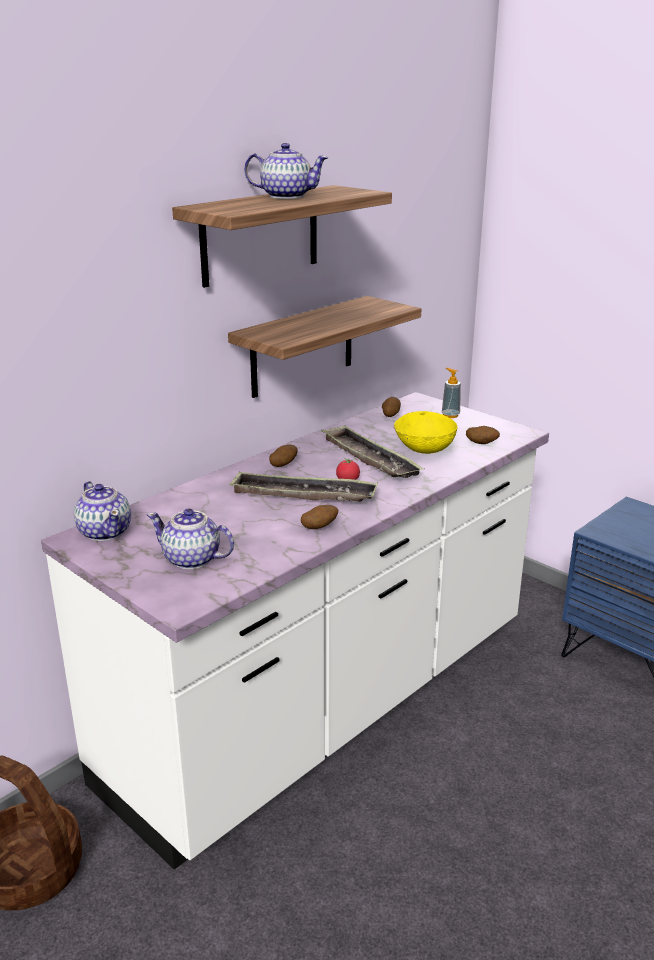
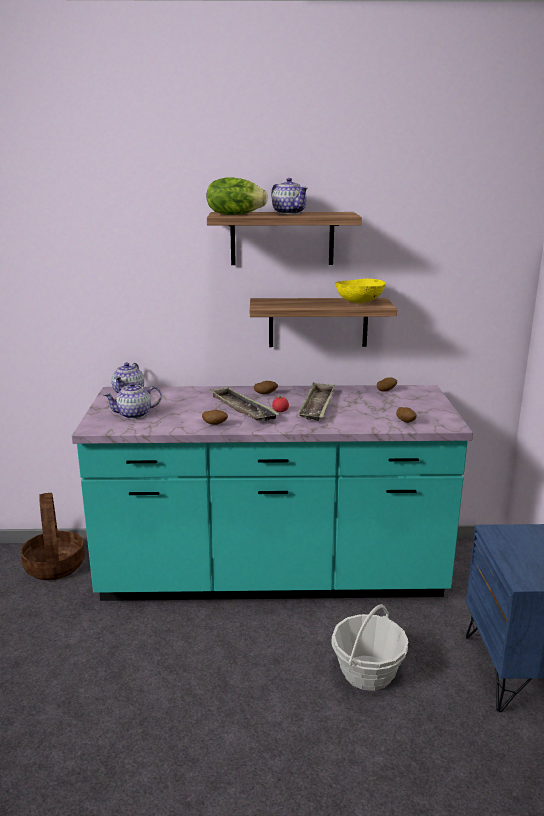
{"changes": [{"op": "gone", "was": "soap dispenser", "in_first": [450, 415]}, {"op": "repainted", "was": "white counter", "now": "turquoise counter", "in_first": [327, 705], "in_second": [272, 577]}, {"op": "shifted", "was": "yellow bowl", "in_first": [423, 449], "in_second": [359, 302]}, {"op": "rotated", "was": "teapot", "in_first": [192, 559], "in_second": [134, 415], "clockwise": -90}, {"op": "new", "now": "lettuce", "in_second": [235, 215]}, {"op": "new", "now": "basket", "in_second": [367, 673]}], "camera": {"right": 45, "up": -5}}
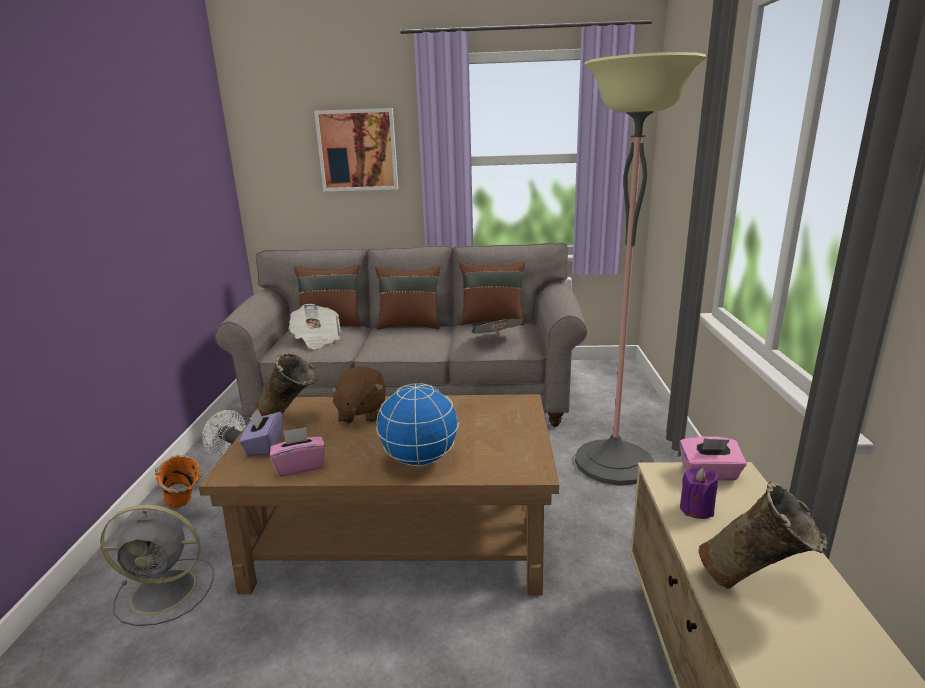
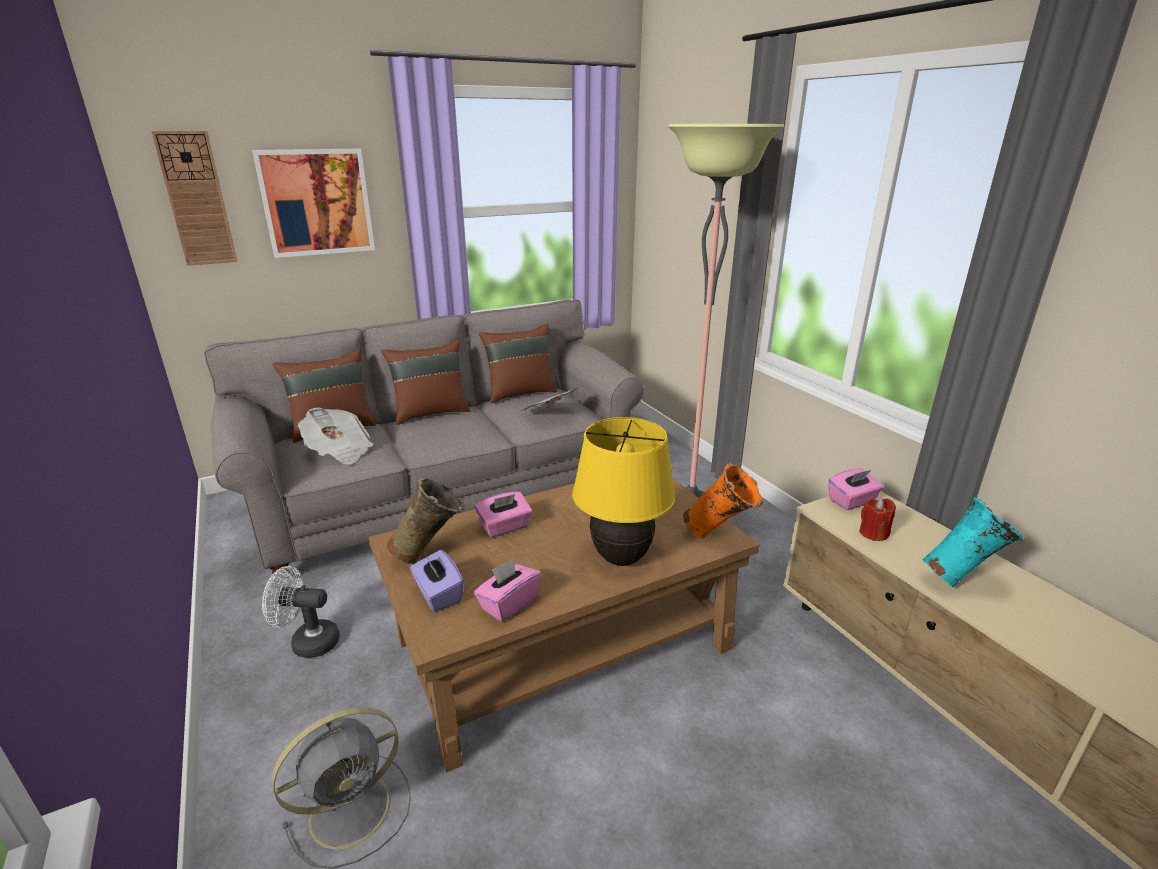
{"changes": [{"op": "swapped", "was": "brown plush toy", "now": "pink tissue box", "in_first": [361, 413], "in_second": [504, 527]}, {"op": "swapped", "was": "globe", "now": "yellow table lamp", "in_first": [420, 460], "in_second": [621, 558]}, {"op": "shifted", "was": "orange vase", "in_first": [185, 511], "in_second": [720, 537]}, {"op": "repainted", "was": "purple candle", "now": "red candle", "in_first": [696, 509], "in_second": [873, 533]}, {"op": "repainted", "was": "beige vase", "now": "turquoise vase", "in_first": [754, 586], "in_second": [961, 579]}, {"op": "new", "now": "wall clock", "in_second": [196, 199]}], "camera": {"right": -30, "up": 5}}
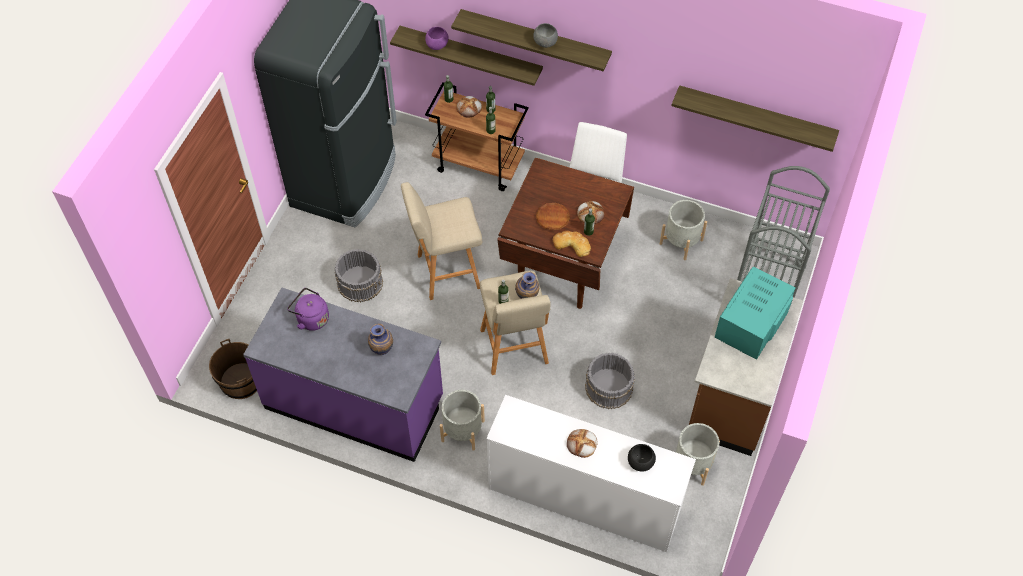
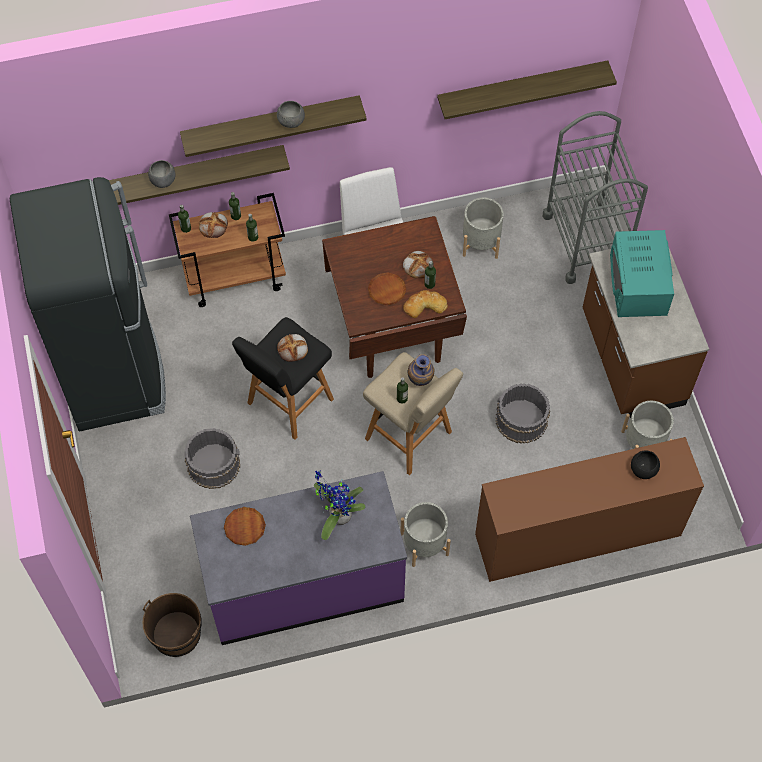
{"changes": [{"op": "repainted", "was": "purple bowl", "now": "grey bowl", "in_first": [437, 45], "in_second": [163, 180]}, {"op": "repainted", "was": "beige stool", "now": "black stool", "in_first": [446, 272], "in_second": [288, 403]}, {"op": "swapped", "was": "purple kettle", "now": "brown plate", "in_first": [311, 318], "in_second": [244, 527]}, {"op": "swapped", "was": "vase", "now": "potted plant", "in_first": [382, 350], "in_second": [337, 515]}, {"op": "repainted", "was": "white dresser", "now": "brown dresser", "in_first": [583, 498], "in_second": [577, 535]}, {"op": "shifted", "was": "bread", "in_first": [582, 444], "in_second": [293, 349]}], "camera": {"right": -35, "up": 5}}
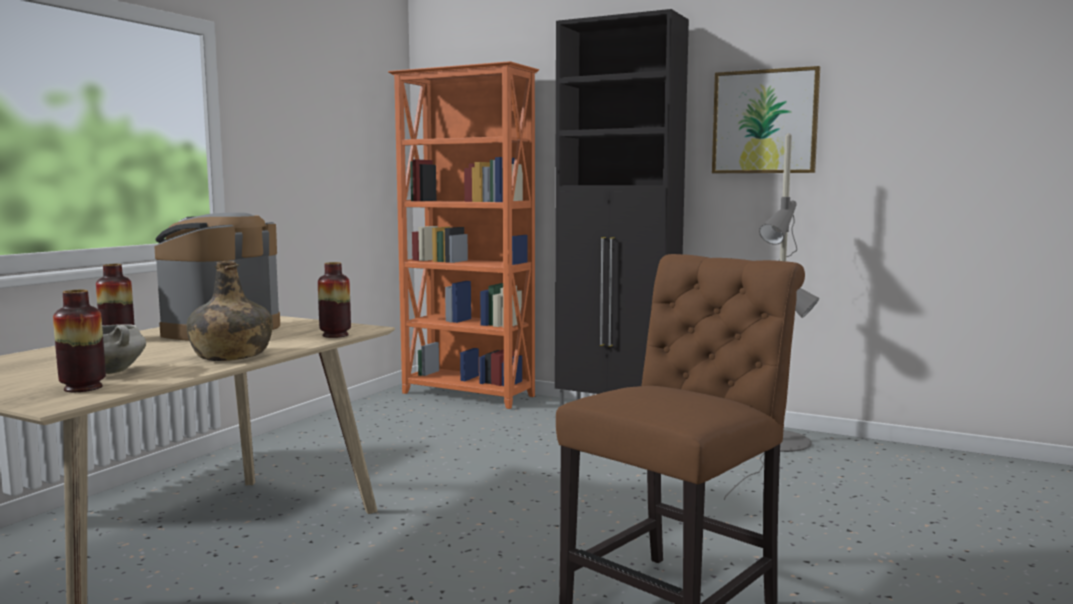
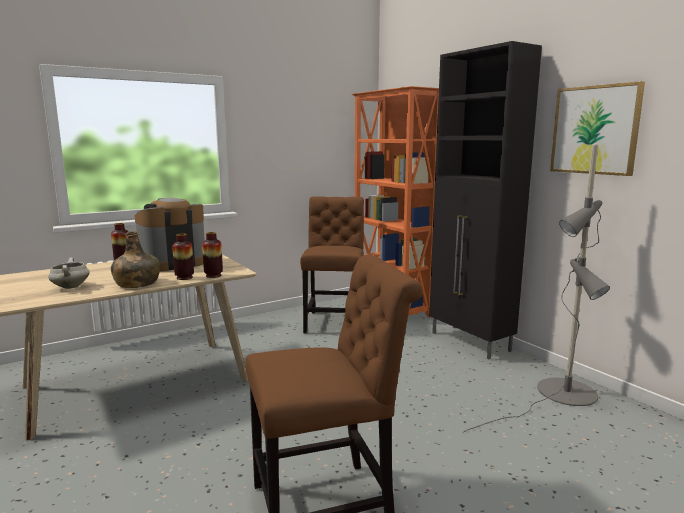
{"changes": [{"op": "shifted", "was": "vase", "in_first": [83, 388], "in_second": [184, 278]}, {"op": "new", "now": "brown chair", "in_second": [334, 321]}], "camera": {"right": 30, "up": 5}}
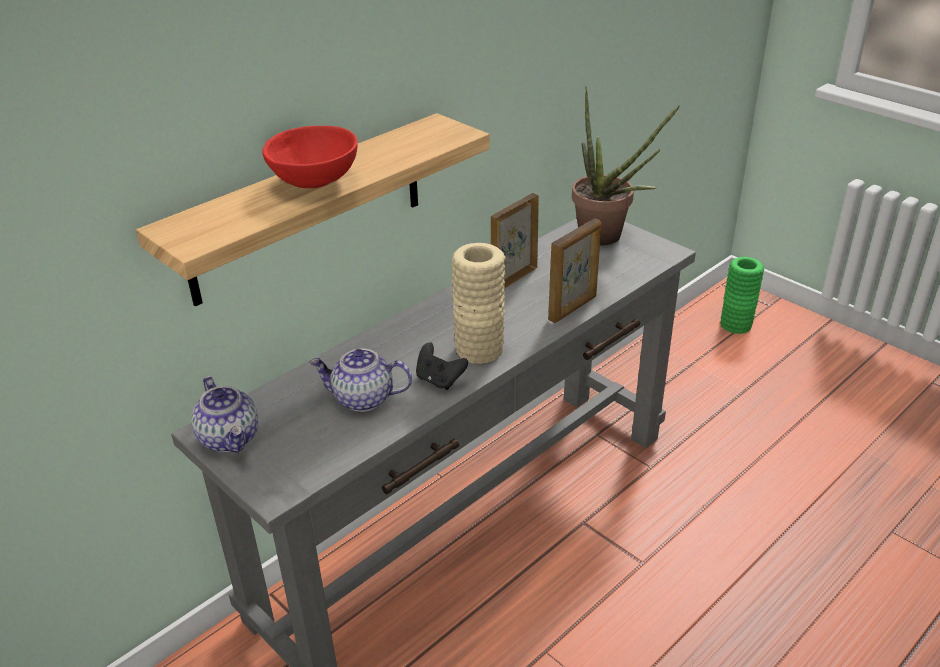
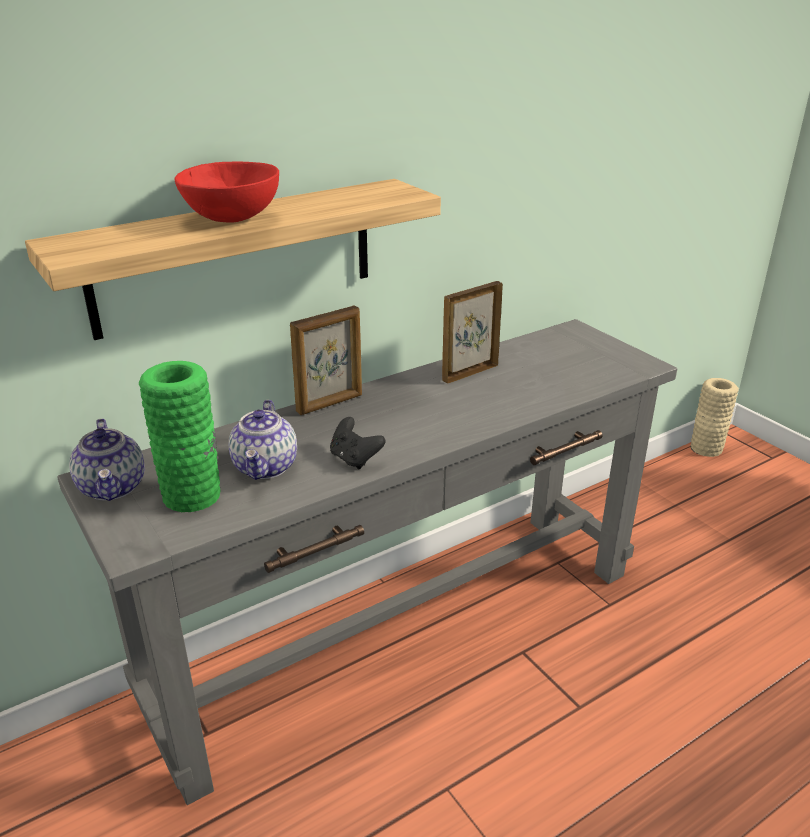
{"changes": [{"op": "gone", "was": "potted plant", "in_first": [607, 238]}, {"op": "shifted", "was": "picture frame", "in_first": [573, 308], "in_second": [330, 404]}, {"op": "shifted", "was": "beige vase", "in_first": [479, 349], "in_second": [706, 448]}, {"op": "shifted", "was": "green vase", "in_first": [736, 325], "in_second": [192, 495]}, {"op": "rotated", "was": "teapot", "in_first": [363, 399], "in_second": [266, 467], "clockwise": -105}], "camera": {"right": 10, "up": -5}}
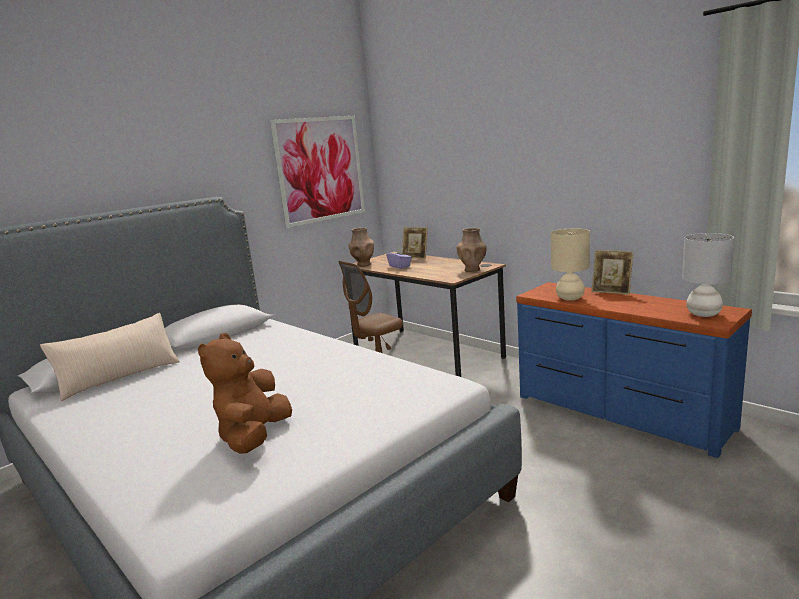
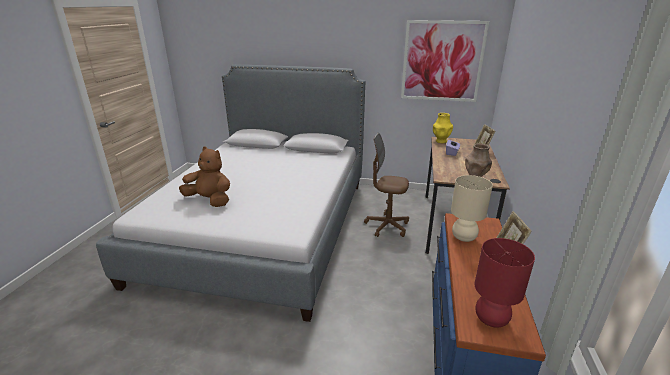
{"changes": [{"op": "repainted", "was": "brown vase", "now": "yellow vase", "in_first": [363, 265], "in_second": [441, 141]}, {"op": "repainted", "was": "grey table lamp", "now": "red table lamp", "in_first": [704, 314], "in_second": [491, 319]}, {"op": "gone", "was": "beige pillow", "in_first": [119, 377]}, {"op": "rotated", "was": "brown plush toy", "in_first": [254, 437], "in_second": [210, 200], "clockwise": 45}], "camera": {"right": 55, "up": 10}}
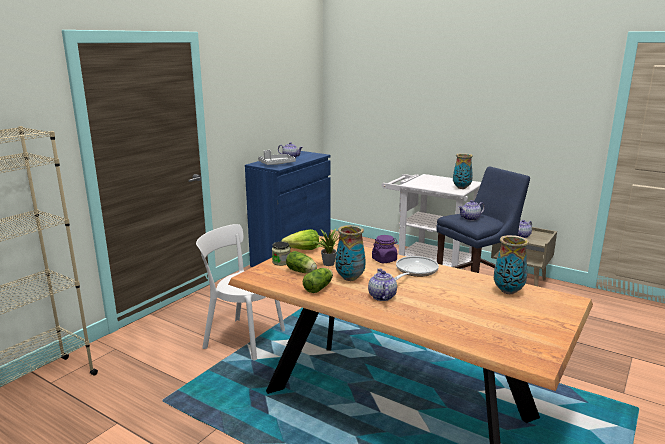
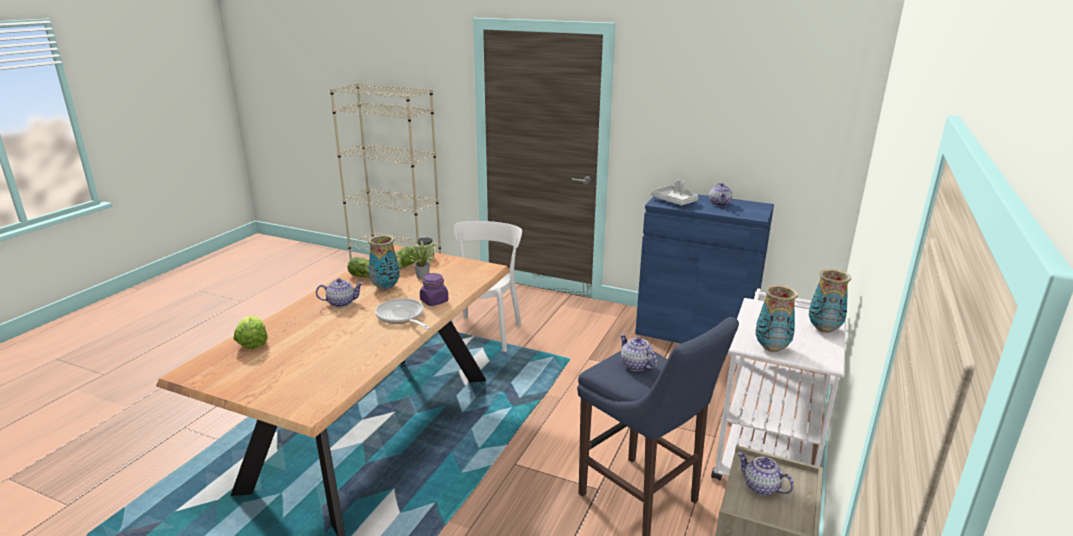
{"changes": [{"op": "shifted", "was": "lettuce", "in_first": [302, 250], "in_second": [252, 342]}, {"op": "shifted", "was": "vase", "in_first": [508, 291], "in_second": [824, 329]}, {"op": "rotated", "was": "frying pan", "in_first": [414, 271], "in_second": [402, 317], "clockwise": -150}], "camera": {"right": 80, "up": 5}}
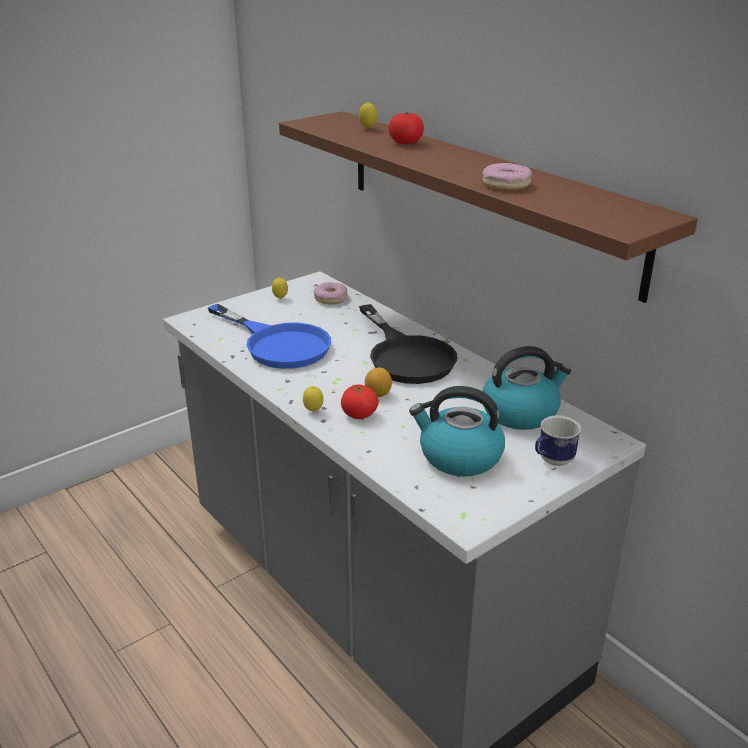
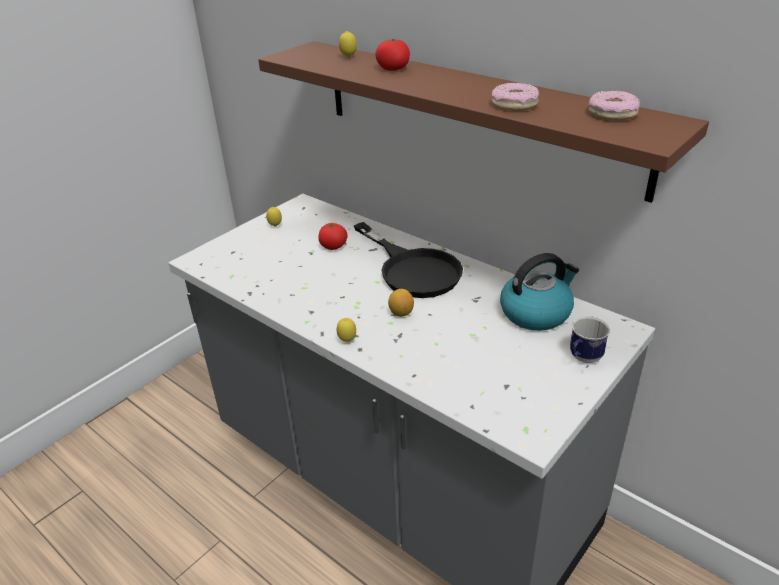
{"changes": [{"op": "shifted", "was": "donut", "in_first": [331, 298], "in_second": [612, 113]}, {"op": "gone", "was": "blue frying pan", "in_first": [278, 344]}, {"op": "shifted", "was": "tomato", "in_first": [359, 414], "in_second": [333, 246]}, {"op": "gone", "was": "kettle", "in_first": [459, 457]}], "camera": {"right": -10, "up": 5}}
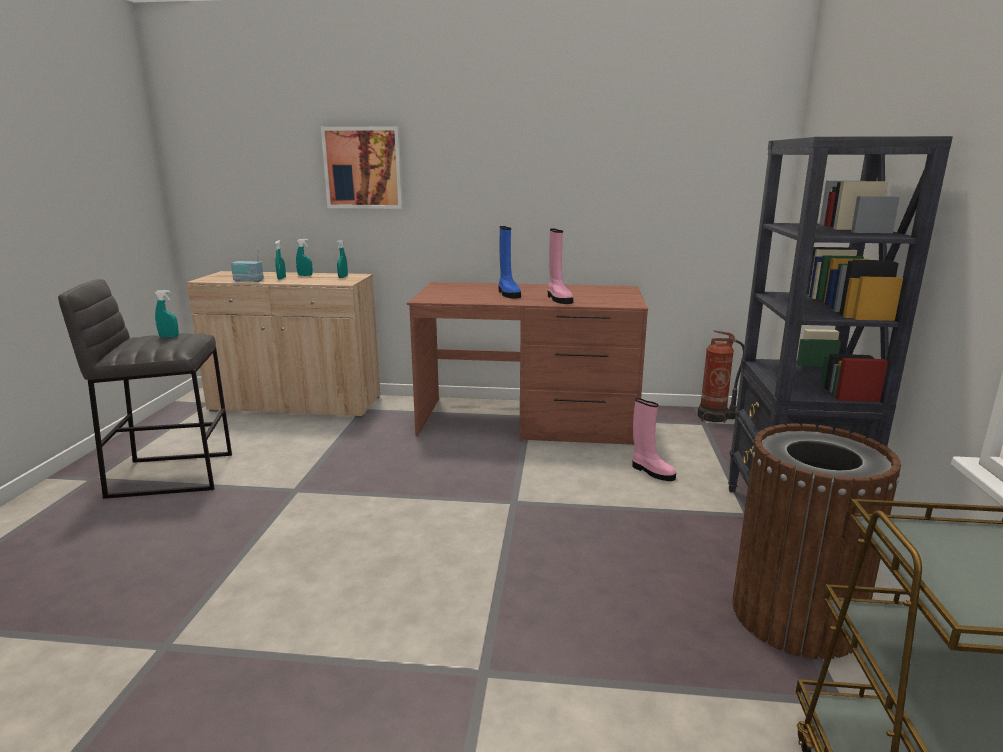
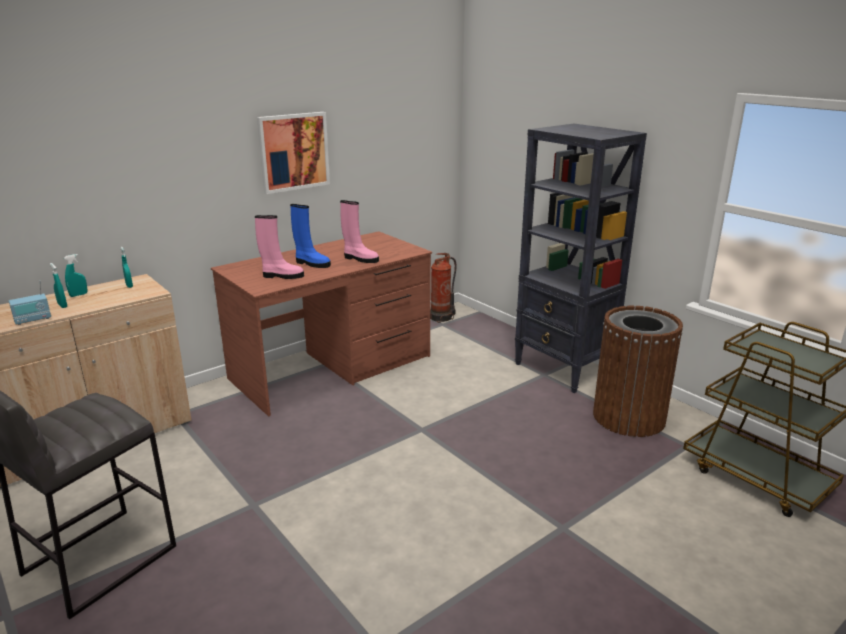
{"changes": [{"op": "shifted", "was": "picture", "in_first": [363, 168], "in_second": [293, 152]}, {"op": "gone", "was": "turquoise spray bottle", "in_first": [169, 337]}, {"op": "shifted", "was": "pink boot", "in_first": [651, 471], "in_second": [282, 276]}], "camera": {"right": -45, "up": 5}}
